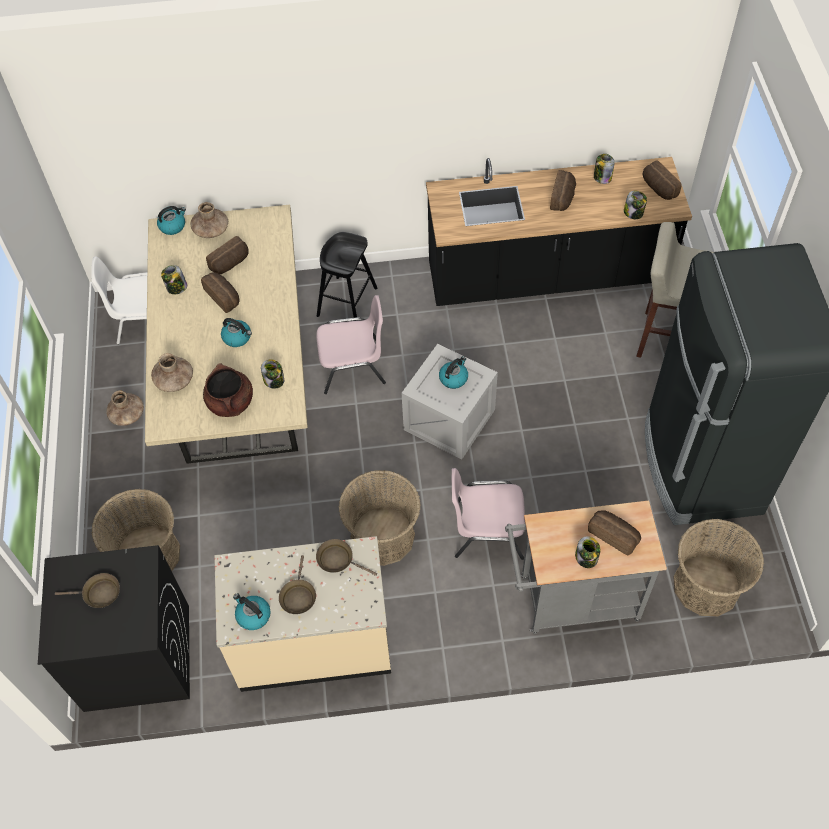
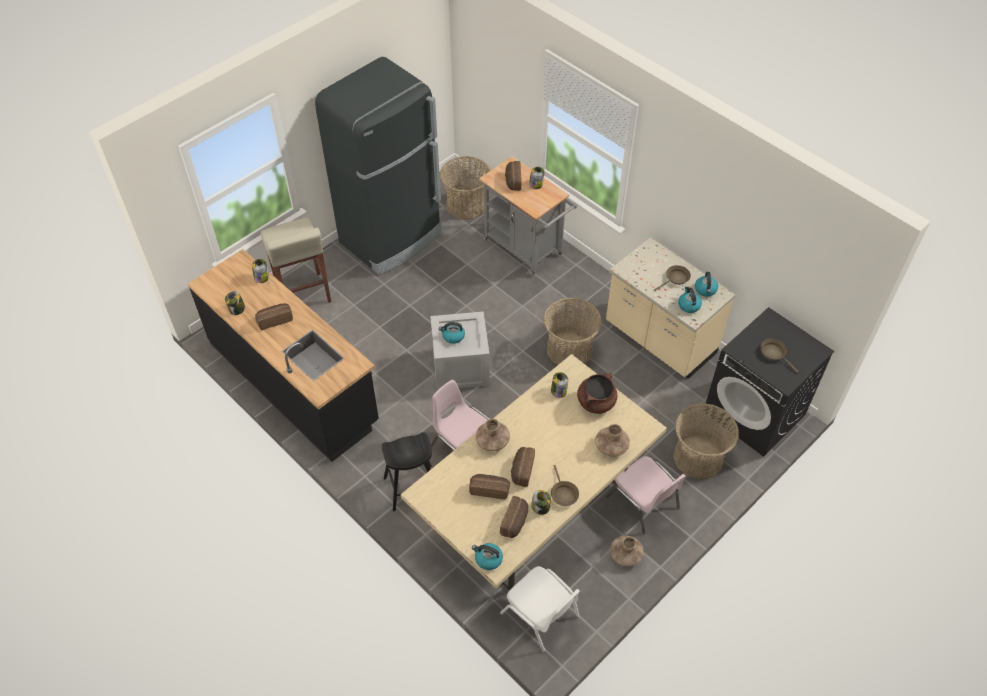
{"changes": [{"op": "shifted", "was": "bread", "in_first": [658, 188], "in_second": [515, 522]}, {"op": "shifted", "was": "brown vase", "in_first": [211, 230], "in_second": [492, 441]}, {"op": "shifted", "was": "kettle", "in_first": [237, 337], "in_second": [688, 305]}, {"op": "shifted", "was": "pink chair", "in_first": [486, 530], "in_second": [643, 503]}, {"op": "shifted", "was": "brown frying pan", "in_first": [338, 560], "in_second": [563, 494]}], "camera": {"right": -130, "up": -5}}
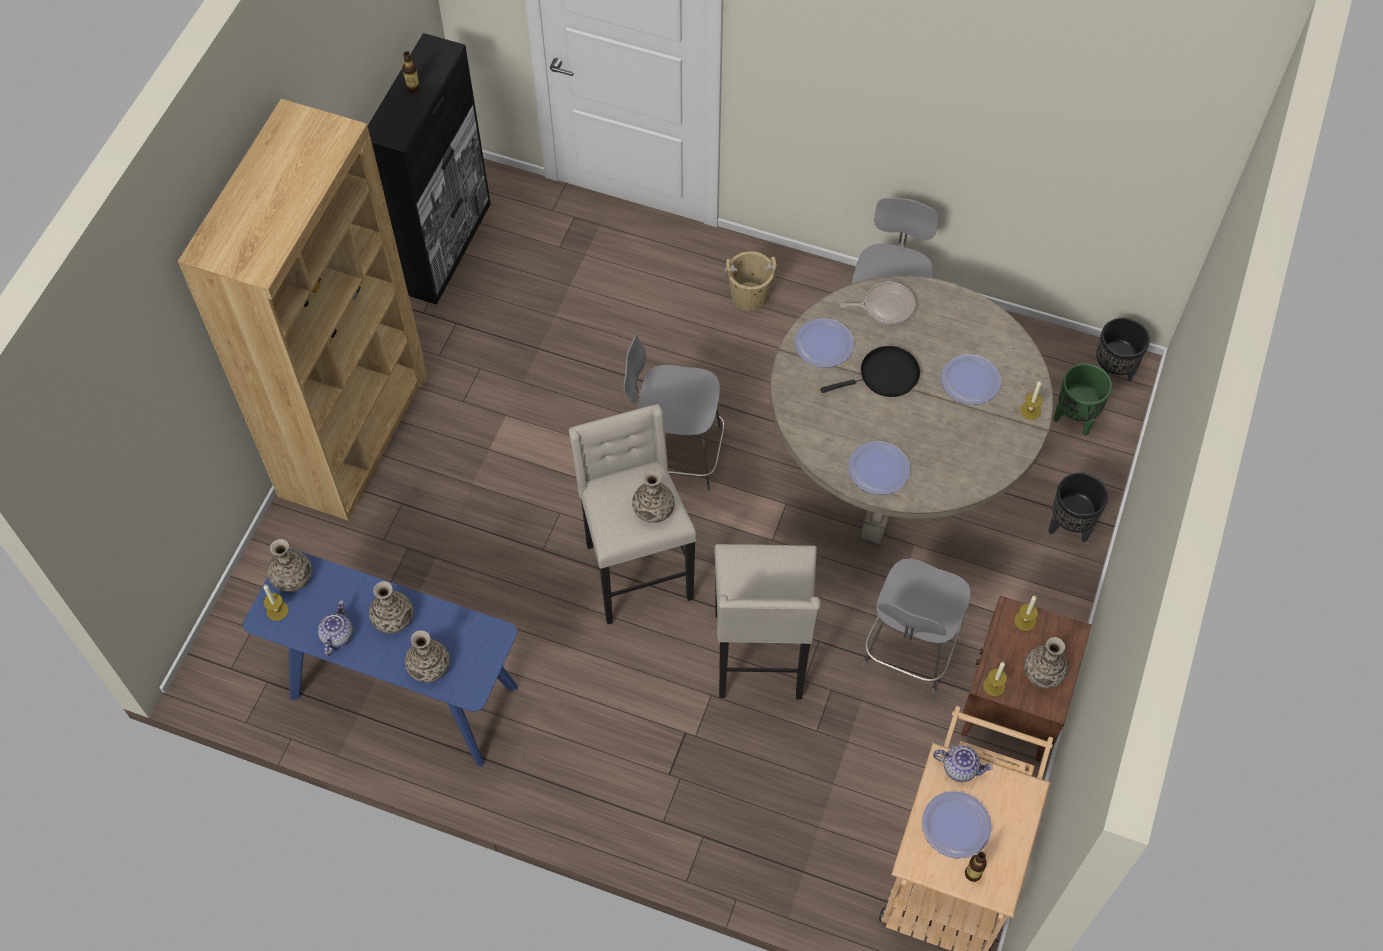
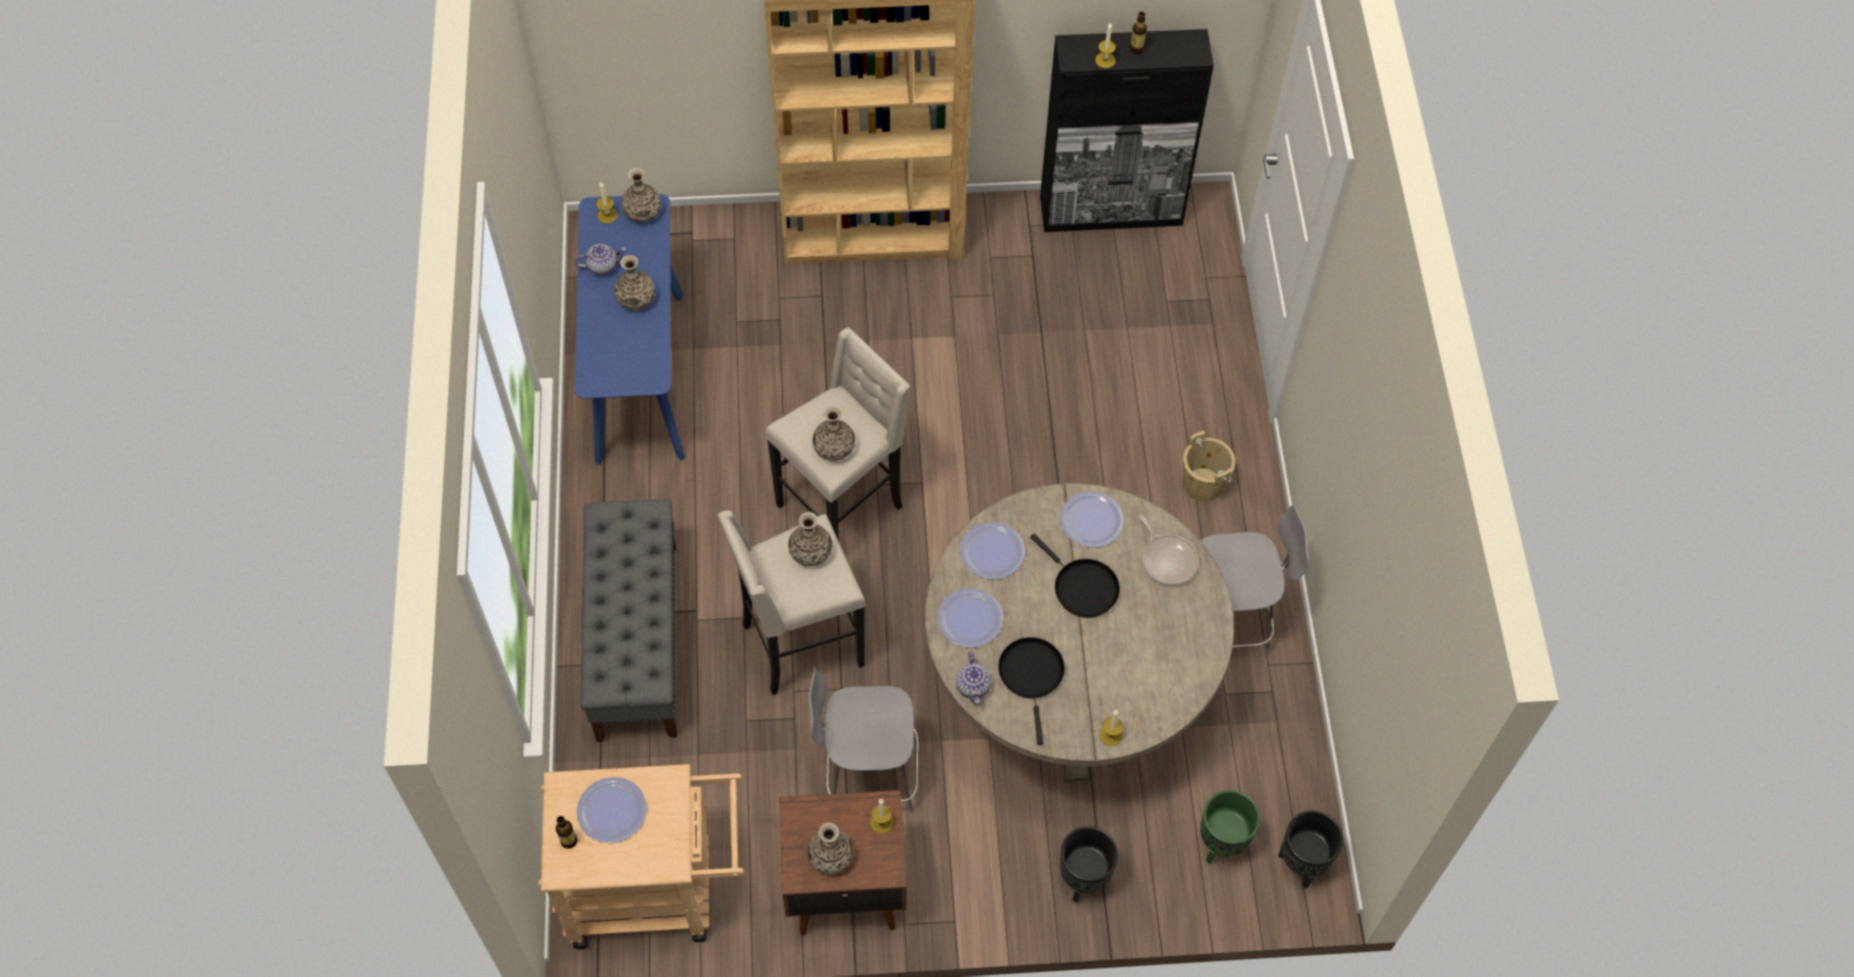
{"changes": [{"op": "gone", "was": "grey chair", "in_first": [676, 454]}, {"op": "shifted", "was": "plate", "in_first": [970, 381], "in_second": [992, 552]}, {"op": "shifted", "was": "vase", "in_first": [429, 666], "in_second": [811, 552]}, {"op": "shifted", "was": "candle", "in_first": [994, 686], "in_second": [1105, 60]}, {"op": "shifted", "was": "teapot", "in_first": [960, 768], "in_second": [973, 686]}, {"op": "new", "now": "grey bench", "in_second": [637, 640]}, {"op": "new", "now": "black frying pan", "in_second": [1032, 675]}], "camera": {"right": 65, "up": 0}}
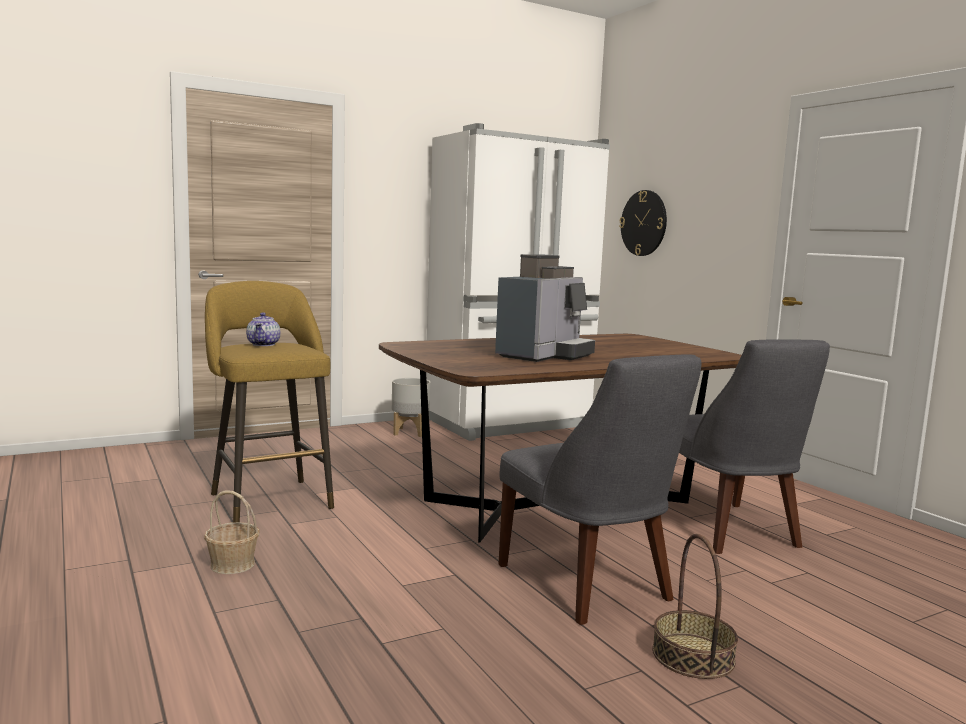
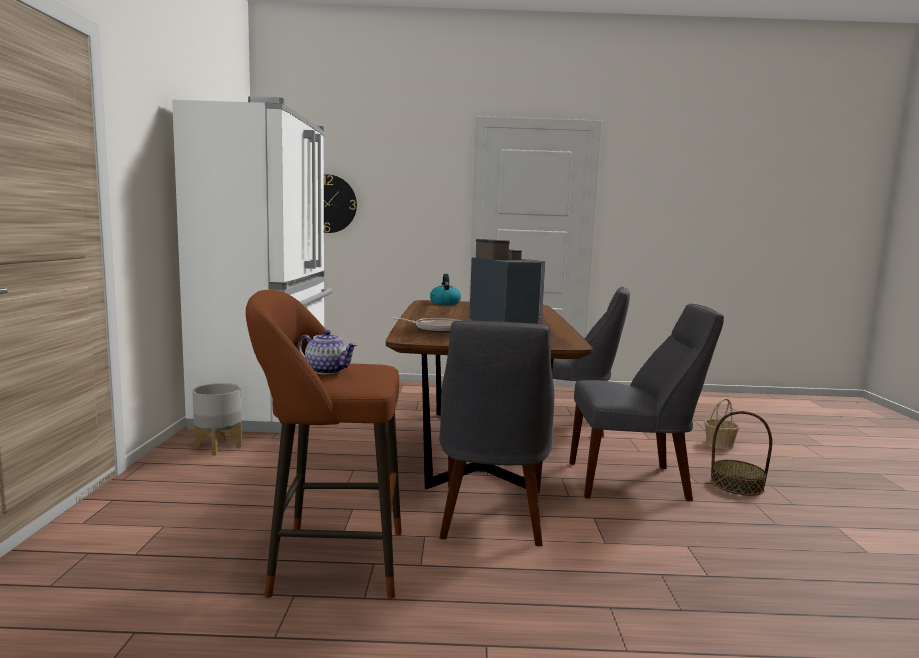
{"changes": [{"op": "repainted", "was": "yellow stool", "now": "brown stool", "in_first": [269, 498], "in_second": [329, 562]}, {"op": "shifted", "was": "basket", "in_first": [232, 565], "in_second": [719, 444]}, {"op": "new", "now": "kettle", "in_second": [445, 303]}, {"op": "new", "now": "frying pan", "in_second": [436, 329]}, {"op": "new", "now": "grey chair", "in_second": [491, 516]}], "camera": {"right": -60, "up": 0}}
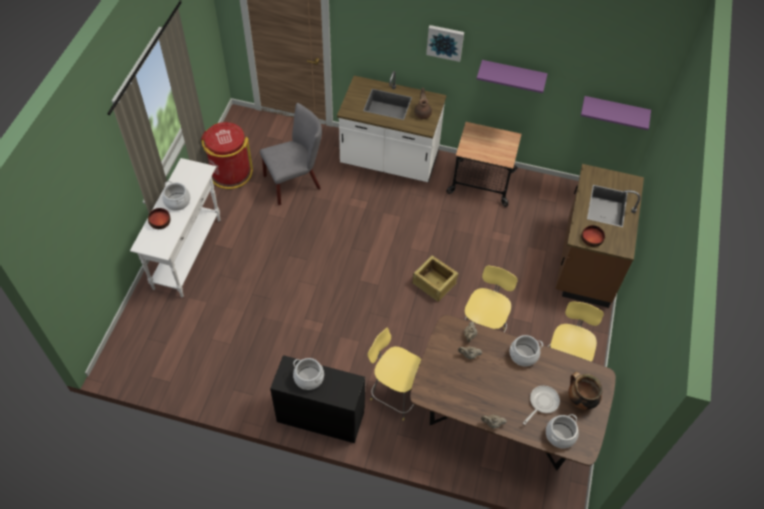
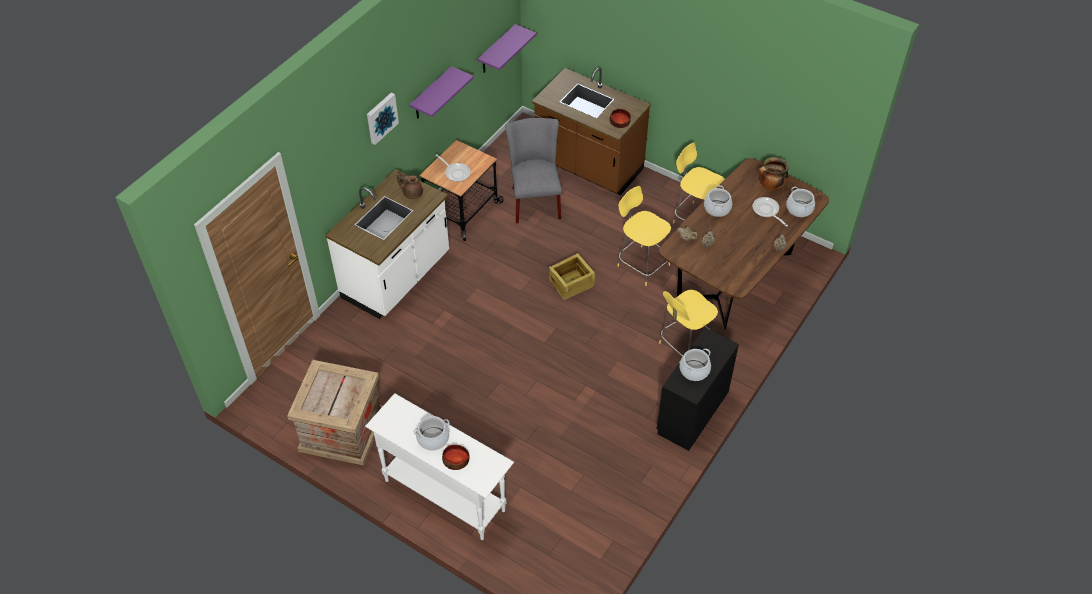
{"changes": [{"op": "shifted", "was": "grey chair", "in_first": [295, 181], "in_second": [534, 200]}, {"op": "swapped", "was": "red trash can", "now": "crate", "in_first": [230, 173], "in_second": [341, 429]}, {"op": "new", "now": "frying pan", "in_second": [456, 173]}], "camera": {"right": -70, "up": -5}}
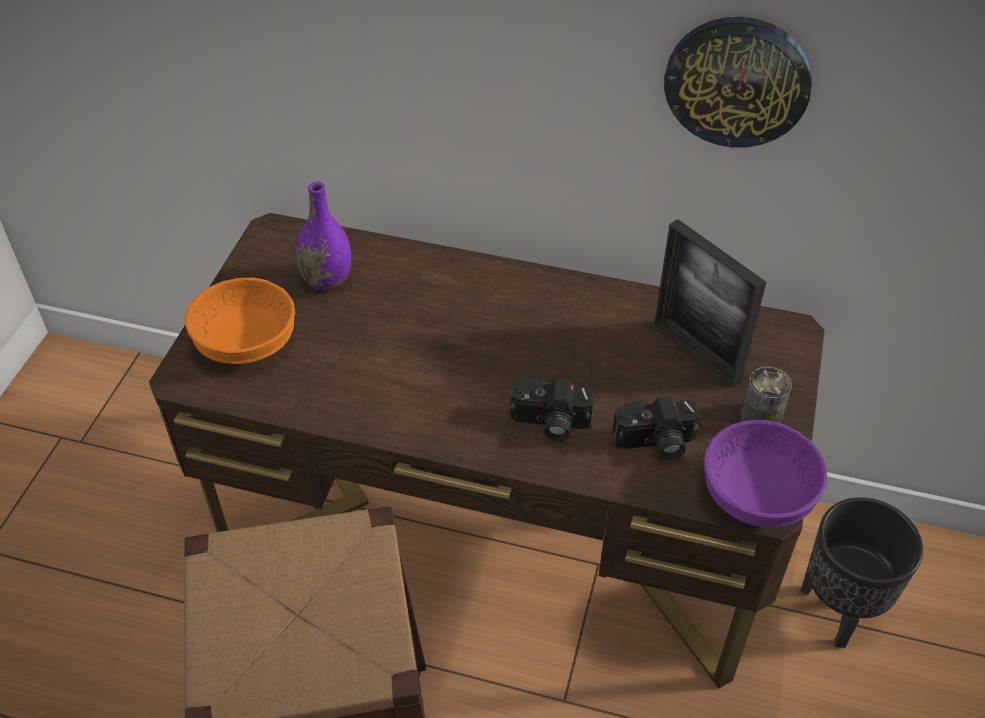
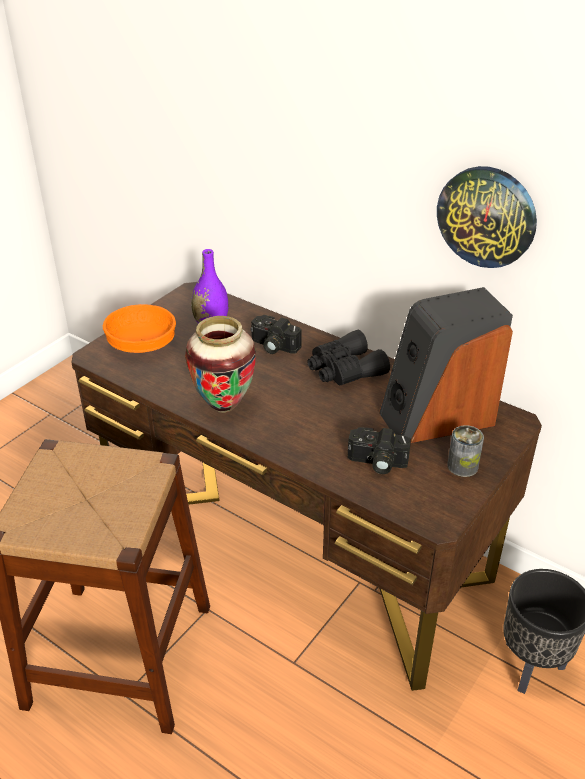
{"changes": [{"op": "swapped", "was": "picture frame", "now": "speaker", "in_first": [696, 353], "in_second": [436, 417]}, {"op": "shifted", "was": "photo camera", "in_first": [549, 423], "in_second": [273, 346]}, {"op": "gone", "was": "purple bowl", "in_first": [758, 492]}, {"op": "new", "now": "vase", "in_second": [224, 405]}, {"op": "new", "now": "black binoculars", "in_second": [344, 370]}], "camera": {"right": 20, "up": -10}}
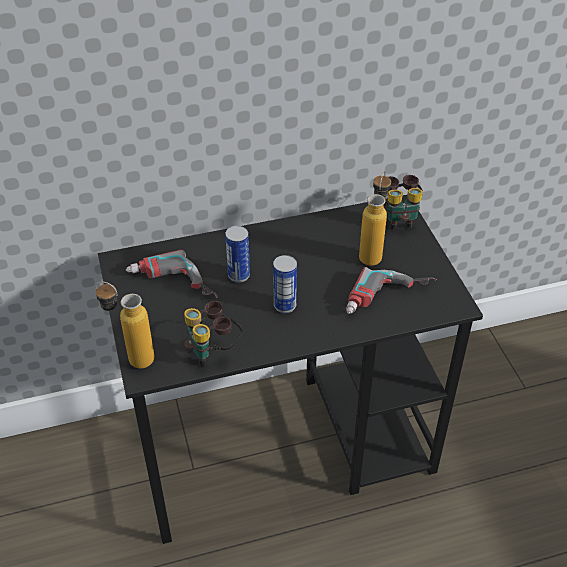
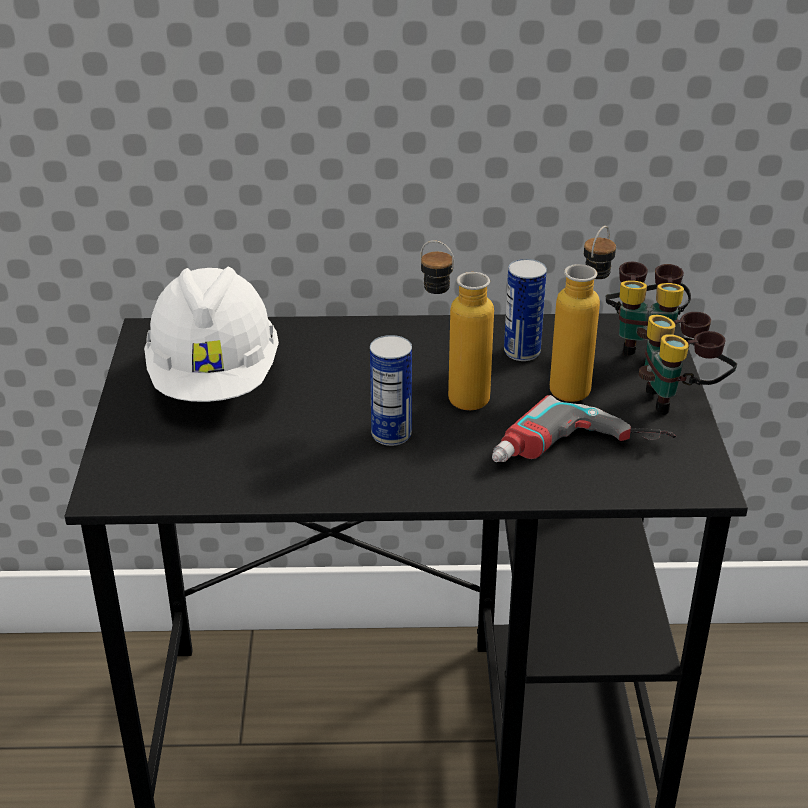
{"changes": [{"op": "shifted", "was": "can", "in_first": [239, 275], "in_second": [522, 352]}, {"op": "swapped", "was": "power drill", "now": "white hard hat", "in_first": [171, 286], "in_second": [215, 379]}, {"op": "shifted", "was": "bottle", "in_first": [131, 357], "in_second": [453, 395]}, {"op": "shifted", "was": "binoculars", "in_first": [214, 351], "in_second": [680, 400]}], "camera": {"right": 15, "up": -10}}
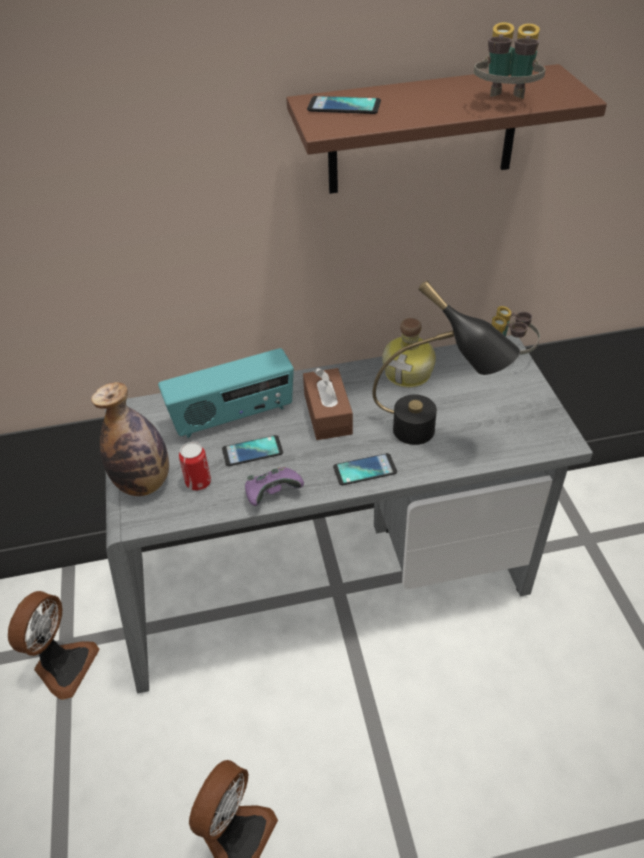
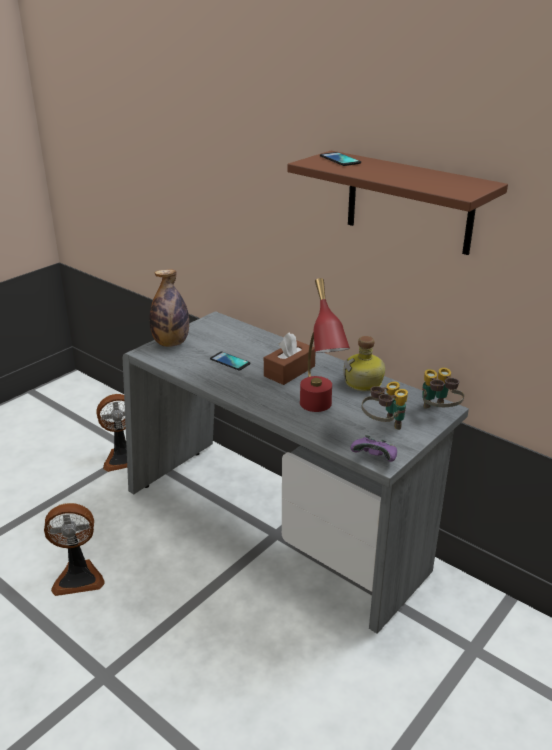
{"changes": [{"op": "shifted", "was": "binoculars", "in_first": [505, 104], "in_second": [383, 426]}, {"op": "repainted", "was": "black table lamp", "now": "red table lamp", "in_first": [433, 436], "in_second": [319, 412]}, {"op": "gone", "was": "radio", "in_first": [233, 416]}, {"op": "gone", "was": "can", "in_first": [198, 482]}, {"op": "gone", "was": "phone", "in_first": [365, 470]}, {"op": "shifted", "was": "purple game controller", "in_first": [272, 494], "in_second": [375, 458]}], "camera": {"right": 50, "up": -15}}
